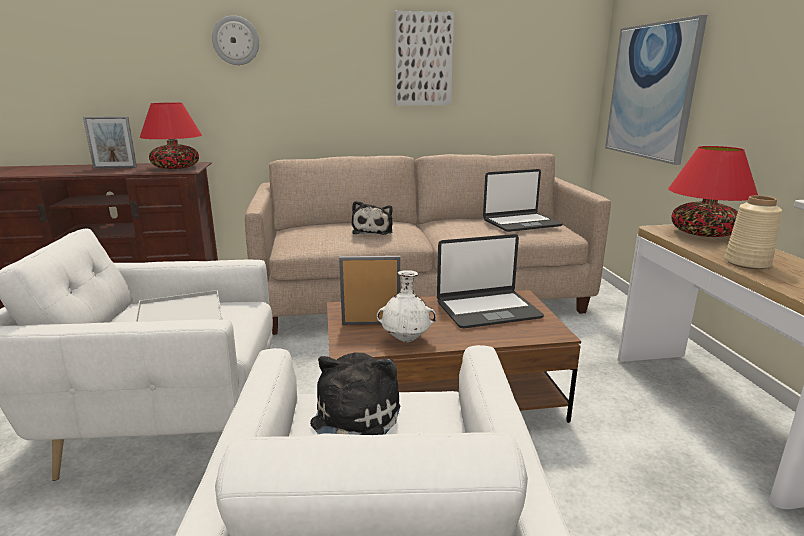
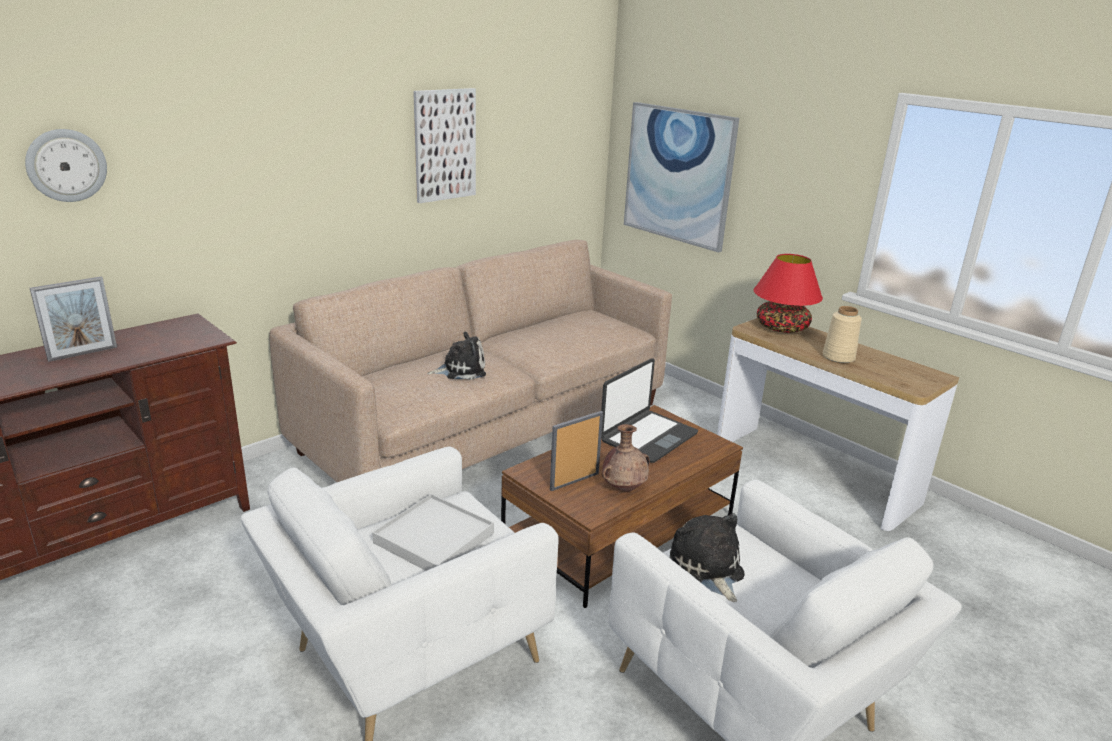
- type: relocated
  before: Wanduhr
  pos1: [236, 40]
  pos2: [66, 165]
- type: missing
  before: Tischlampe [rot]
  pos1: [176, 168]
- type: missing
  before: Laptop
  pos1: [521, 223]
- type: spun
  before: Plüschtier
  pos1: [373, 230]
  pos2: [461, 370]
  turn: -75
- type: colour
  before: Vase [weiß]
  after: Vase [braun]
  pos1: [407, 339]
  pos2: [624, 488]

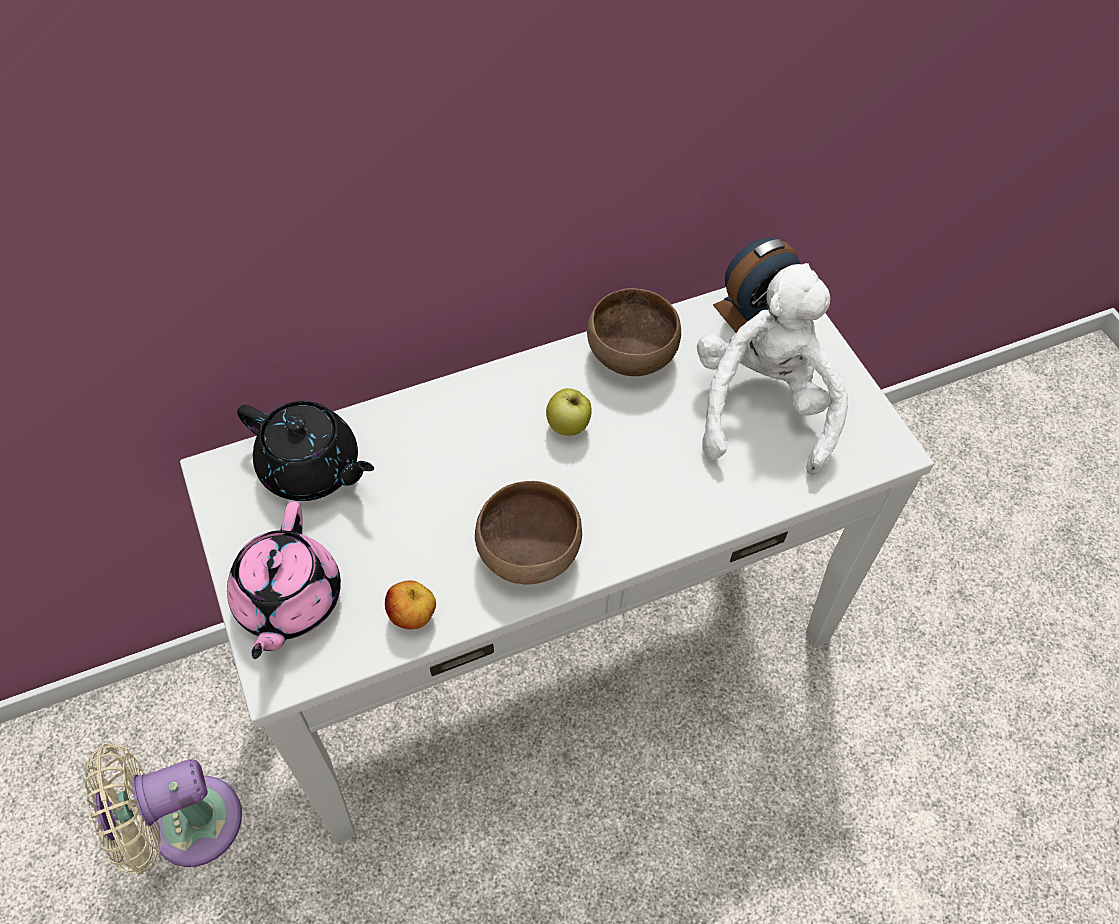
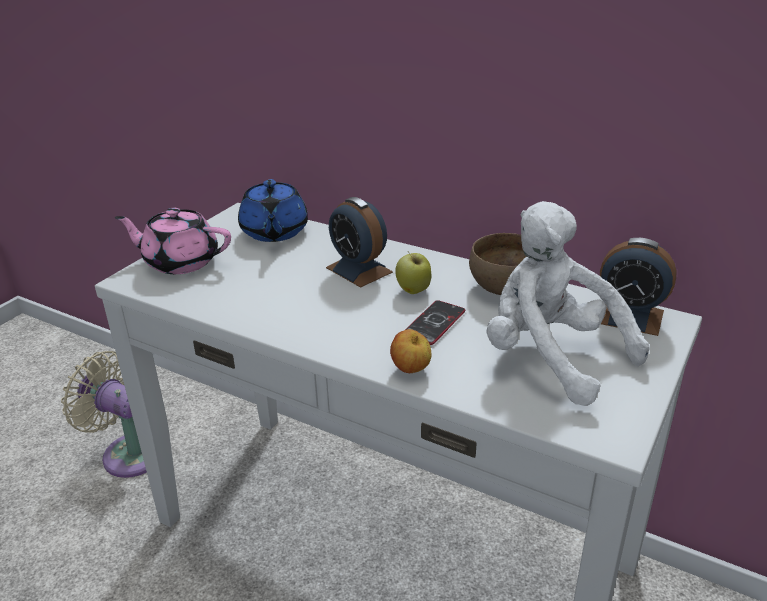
- type: spun
  before: Plüschtier [weiß]
  pos1: [762, 406]
  pos2: [551, 356]
  turn: -105
- type: colour
  before: Teekanne [schwarz]
  after: Teekanne [blau]
  pos1: [312, 469]
  pos2: [274, 232]
- type: missing
  before: Schüssel [braun]
  pos1: [529, 554]
- type: spun
  before: Teekanne [rosa]
  pos1: [288, 601]
  pos2: [180, 262]
  turn: 45
- type: relocated
  before: Apfel
  pos1: [413, 616]
  pos2: [411, 370]
- type: appeared
  after: Wecker
  pos2: [359, 270]
- type: appeared
  after: Handy
  pos2: [434, 323]

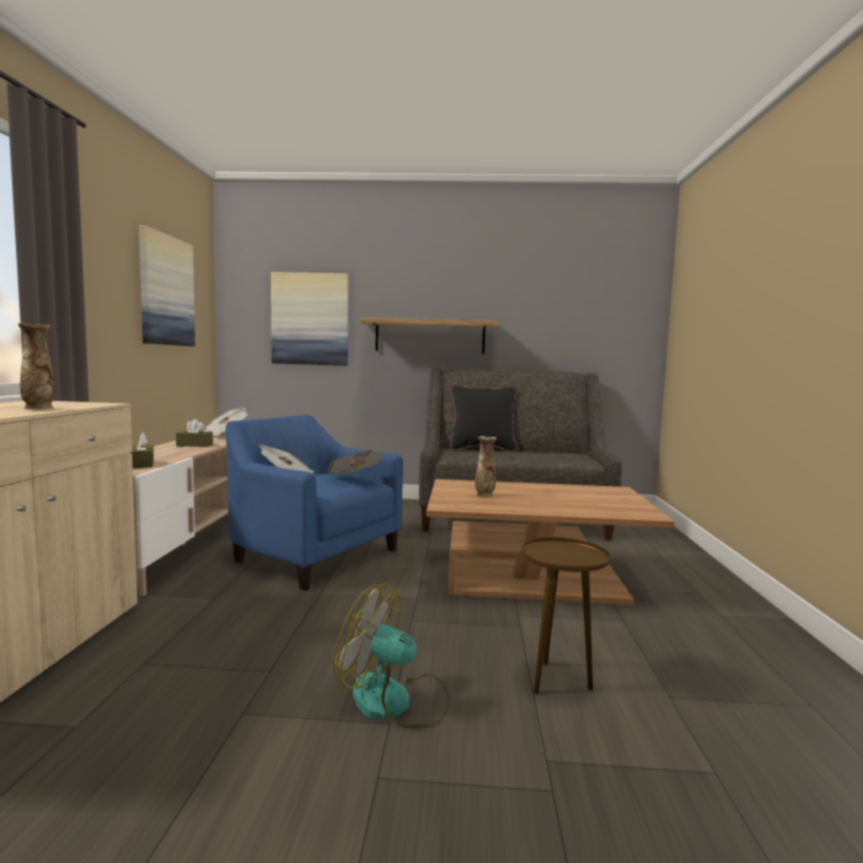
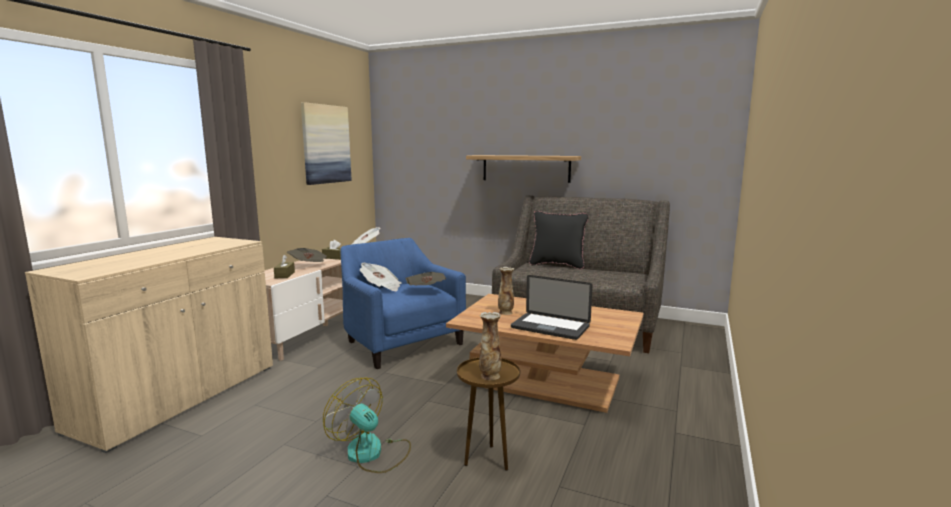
- type: missing
  before: Bild
  pos1: [310, 319]
- type: relocated
  before: Vase
  pos1: [39, 408]
  pos2: [490, 376]
- type: appeared
  after: Zeitung
  pos2: [309, 266]
- type: appeared
  after: Laptop
  pos2: [550, 327]

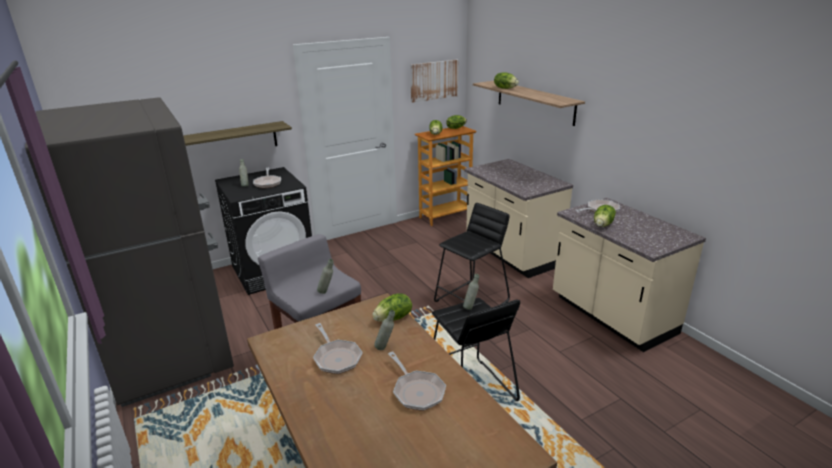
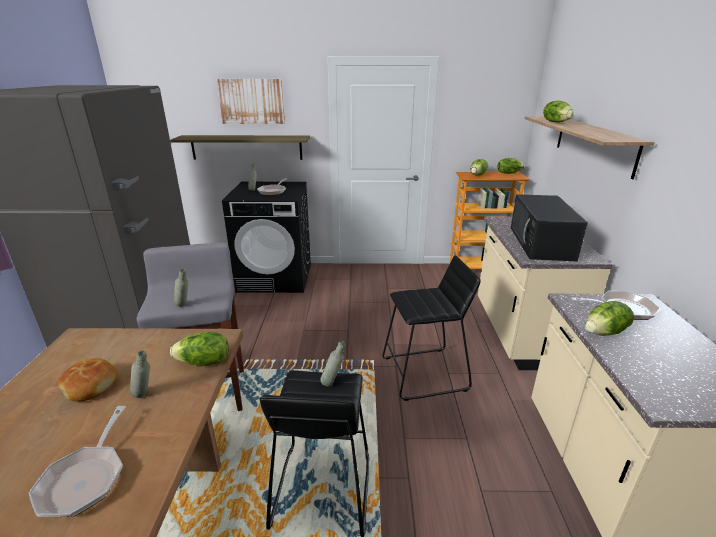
- type: relocated
  before: Bild
  pos1: [434, 80]
  pos2: [252, 101]
- type: exchanged
  before: Pfanne
  after: Brot
  pos1: [336, 357]
  pos2: [91, 385]
- type: appeared
  after: Mikrowelle [schwarz]
  pos2: [541, 243]

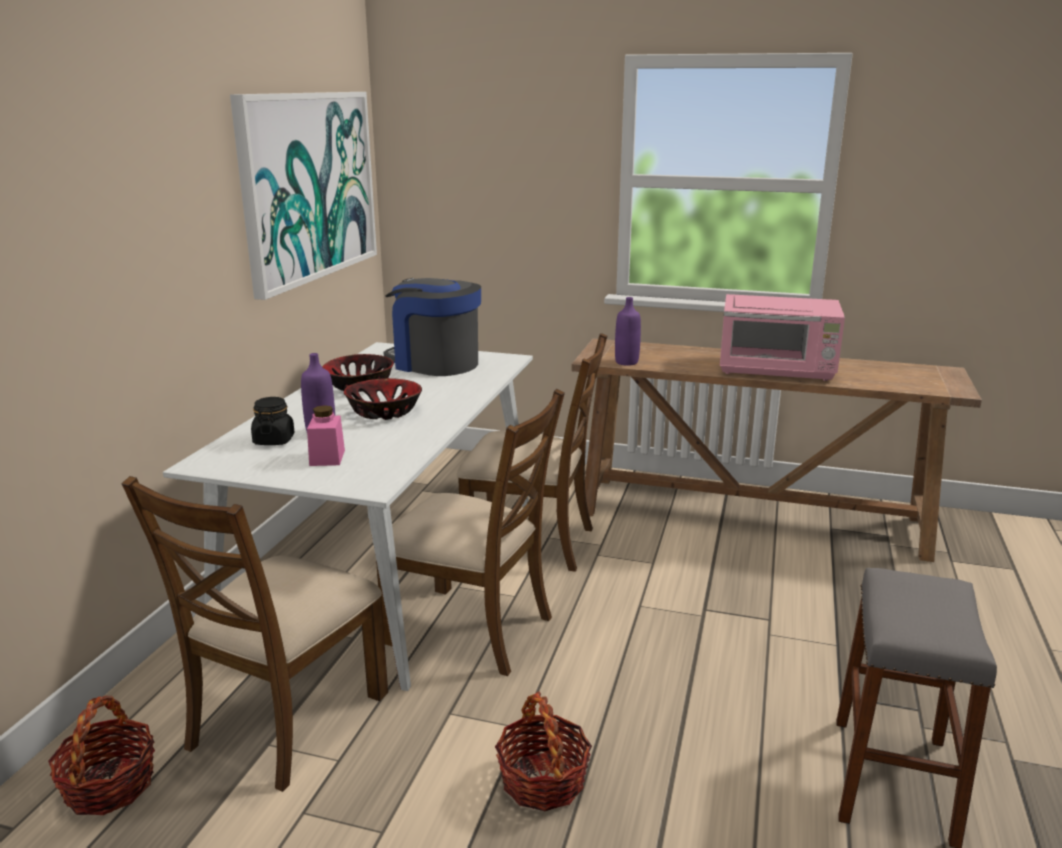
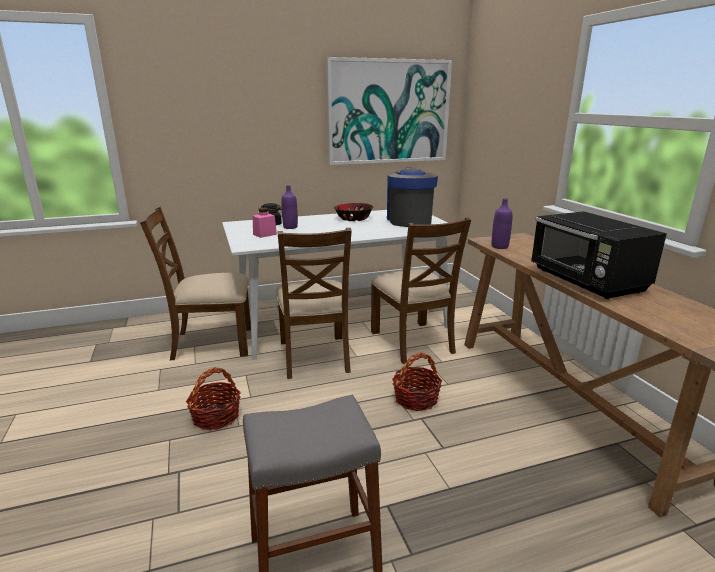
- type: colour
  before: Mikrowelle [rosa]
  after: Mikrowelle [schwarz]
  pos1: [777, 370]
  pos2: [587, 281]
- type: missing
  before: Schüssel
  pos1: [384, 412]
- type: relocated
  before: Korb
  pos1: [109, 785]
  pos2: [416, 399]

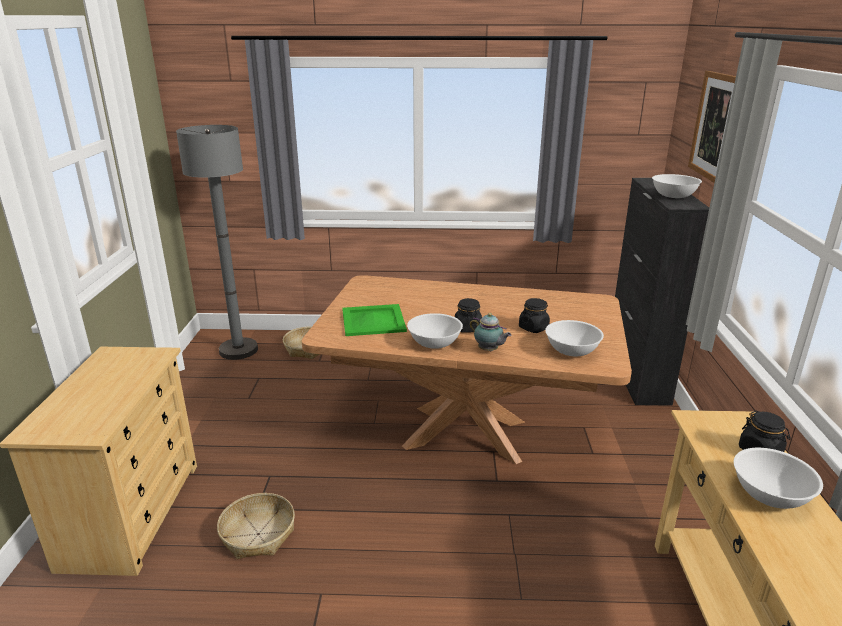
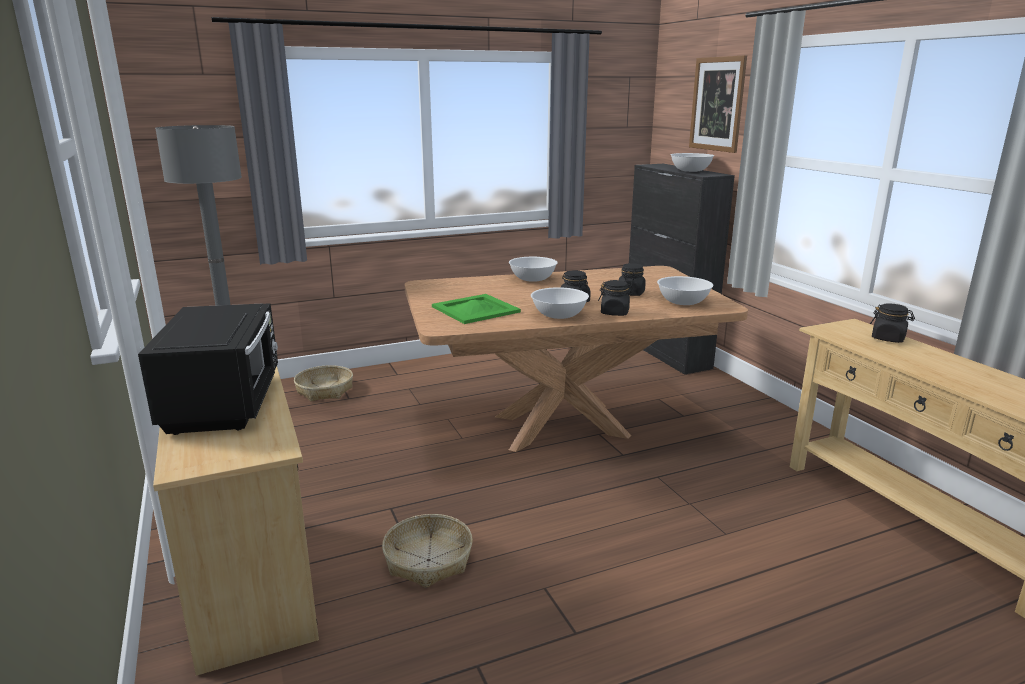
- type: exchanged
  before: Teekanne
  after: Vorratsglas [schwarz]
  pos1: [489, 350]
  pos2: [615, 313]
- type: relocated
  before: Schüssel [weiß]
  pos1: [769, 495]
  pos2: [532, 279]
- type: appeared
  after: Mikrowelle [schwarz]
  pos2: [226, 403]

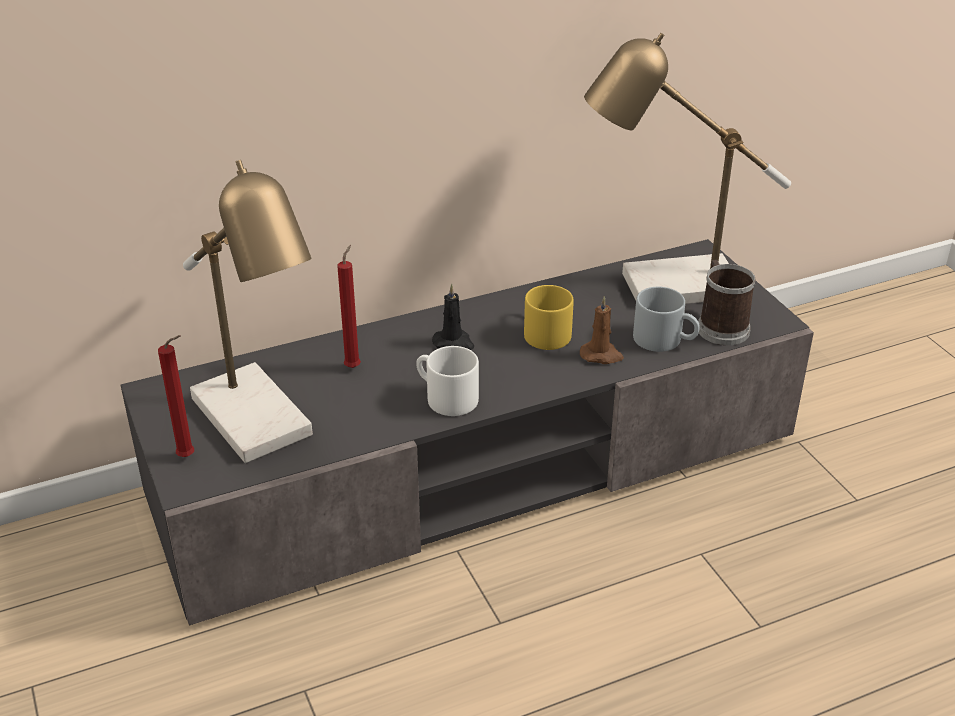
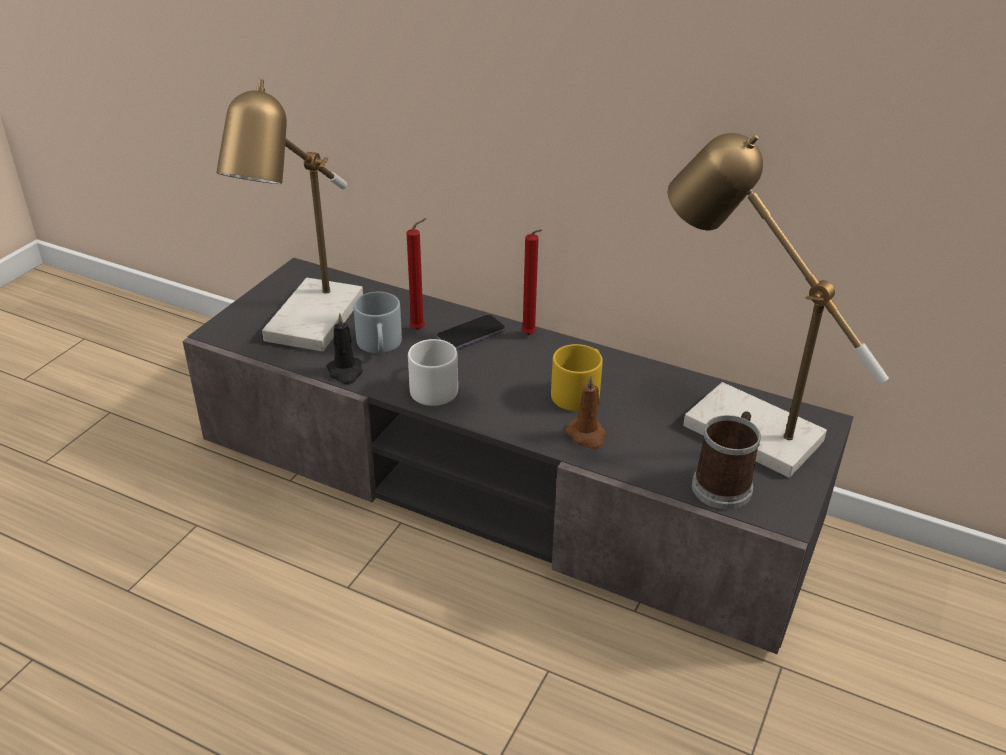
- type: relocated
  before: Kerze [schwarz]
  pos1: [454, 343]
  pos2: [345, 372]
- type: relocated
  before: Henkelbecher [grau]
  pos1: [665, 340]
  pos2: [381, 345]
- type: relocated
  before: Kerze [rot]
  pos1: [189, 457]
  pos2: [530, 336]
- type: appeared
  after: Handy
  pos2: [471, 334]

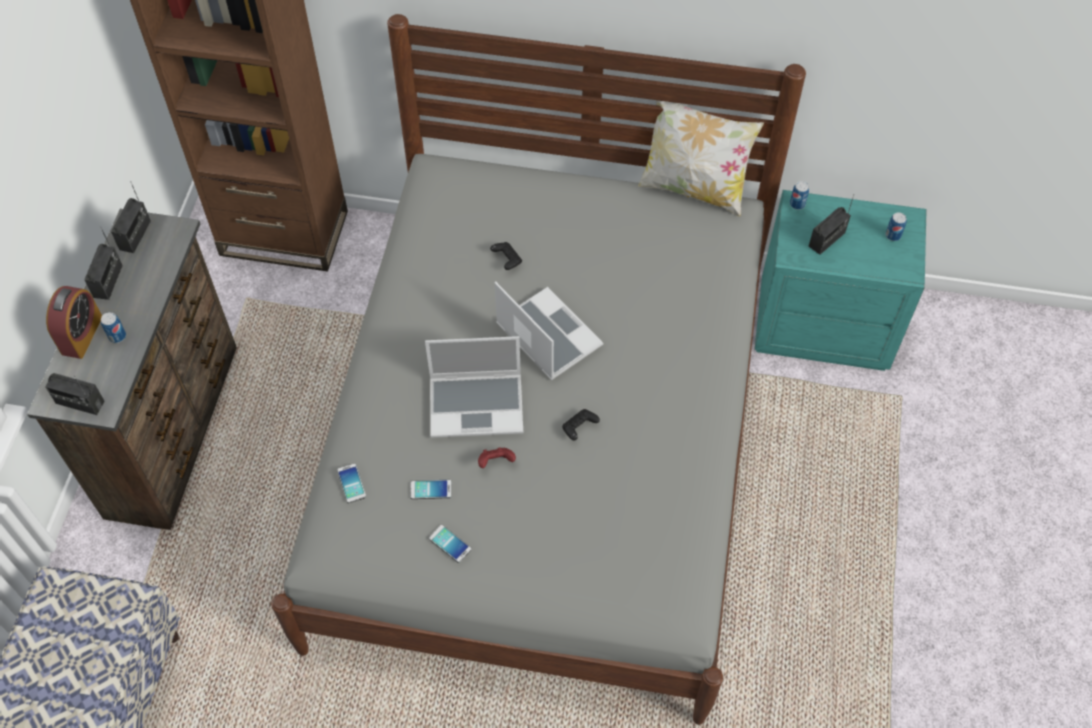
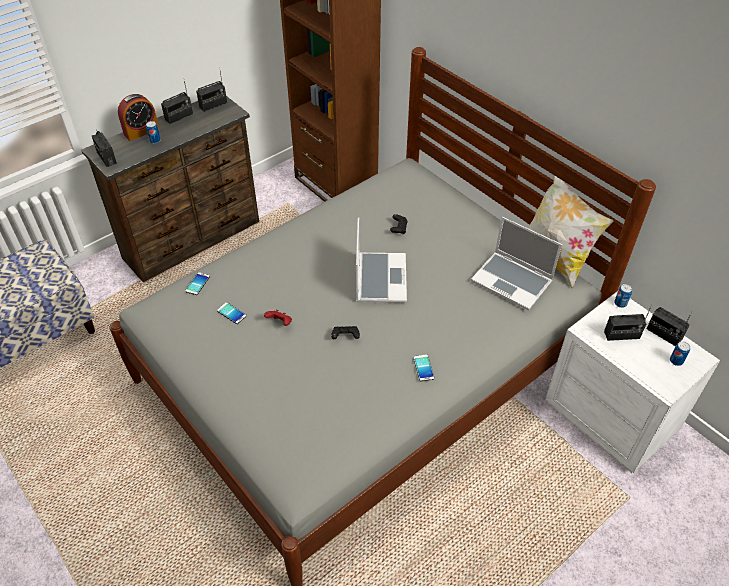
- type: colour
  before: Nachttisch [türkis]
  after: Nachttisch [weiß]
  pos1: [823, 325]
  pos2: [610, 417]
- type: relocated
  before: Laptop
  pos1: [477, 405]
  pos2: [513, 281]
- type: relocated
  before: Handy
  pos1: [450, 544]
  pos2: [423, 368]
- type: appeared
  after: Radio
  pos2: [664, 334]

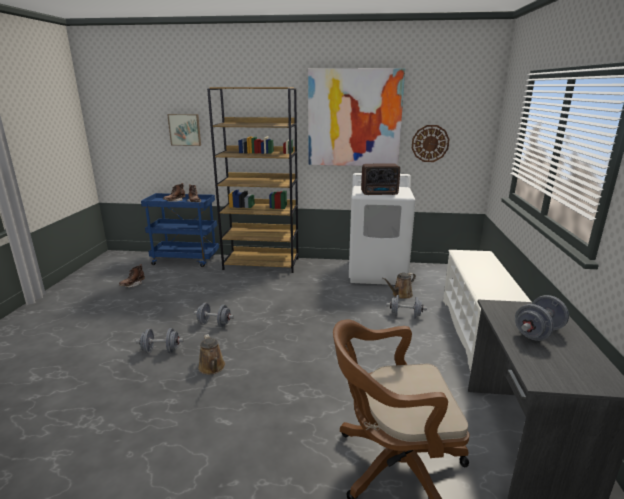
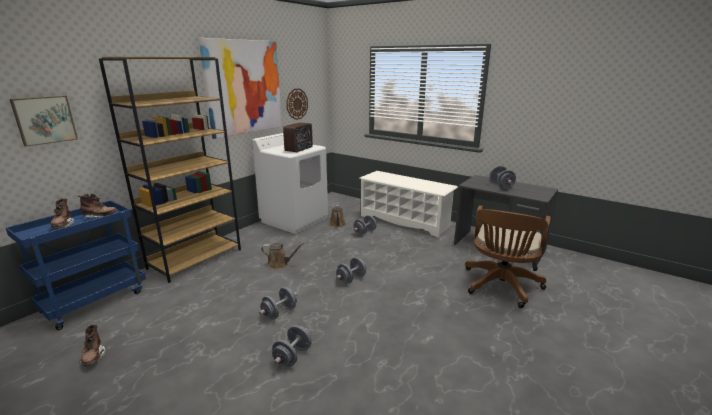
- type: relocated
  before: Gießkanne [braun]
  pos1: [212, 368]
  pos2: [280, 264]
- type: appeared
  after: Hantel [grau]
  pos2: [351, 279]

